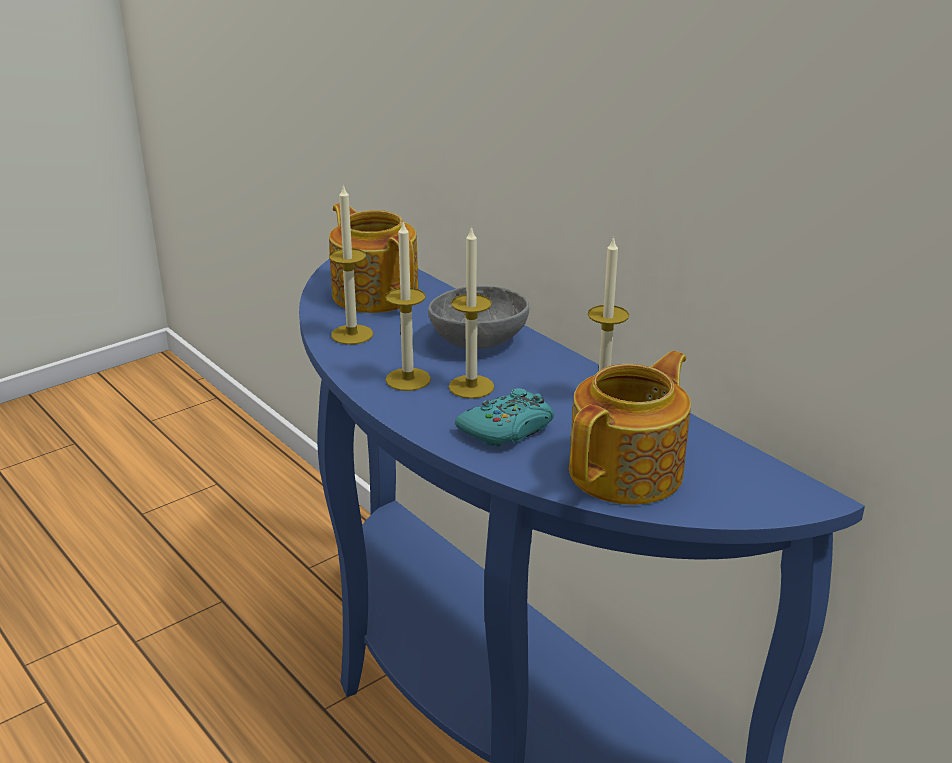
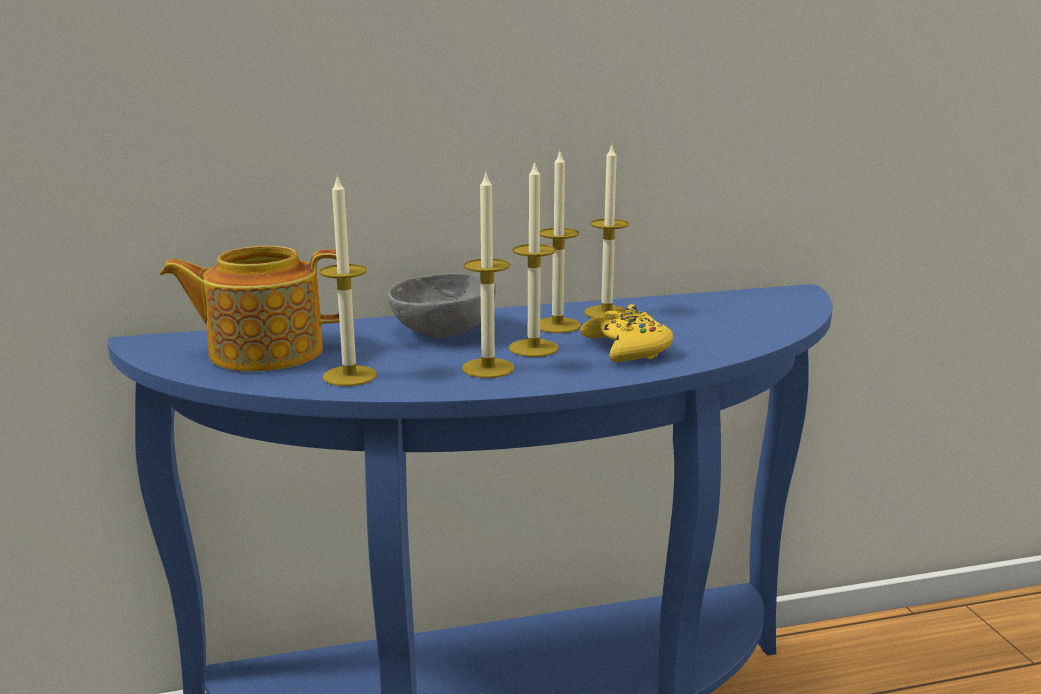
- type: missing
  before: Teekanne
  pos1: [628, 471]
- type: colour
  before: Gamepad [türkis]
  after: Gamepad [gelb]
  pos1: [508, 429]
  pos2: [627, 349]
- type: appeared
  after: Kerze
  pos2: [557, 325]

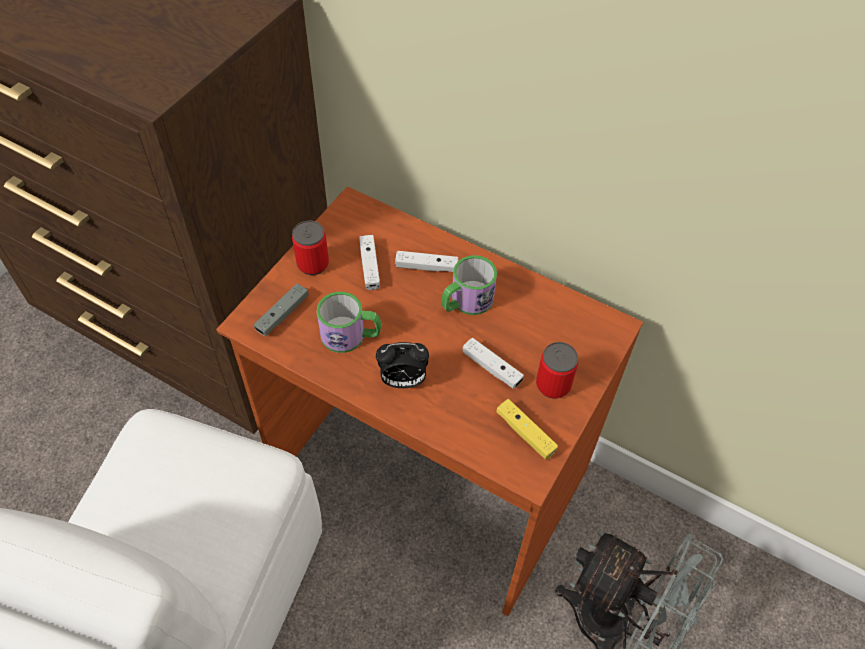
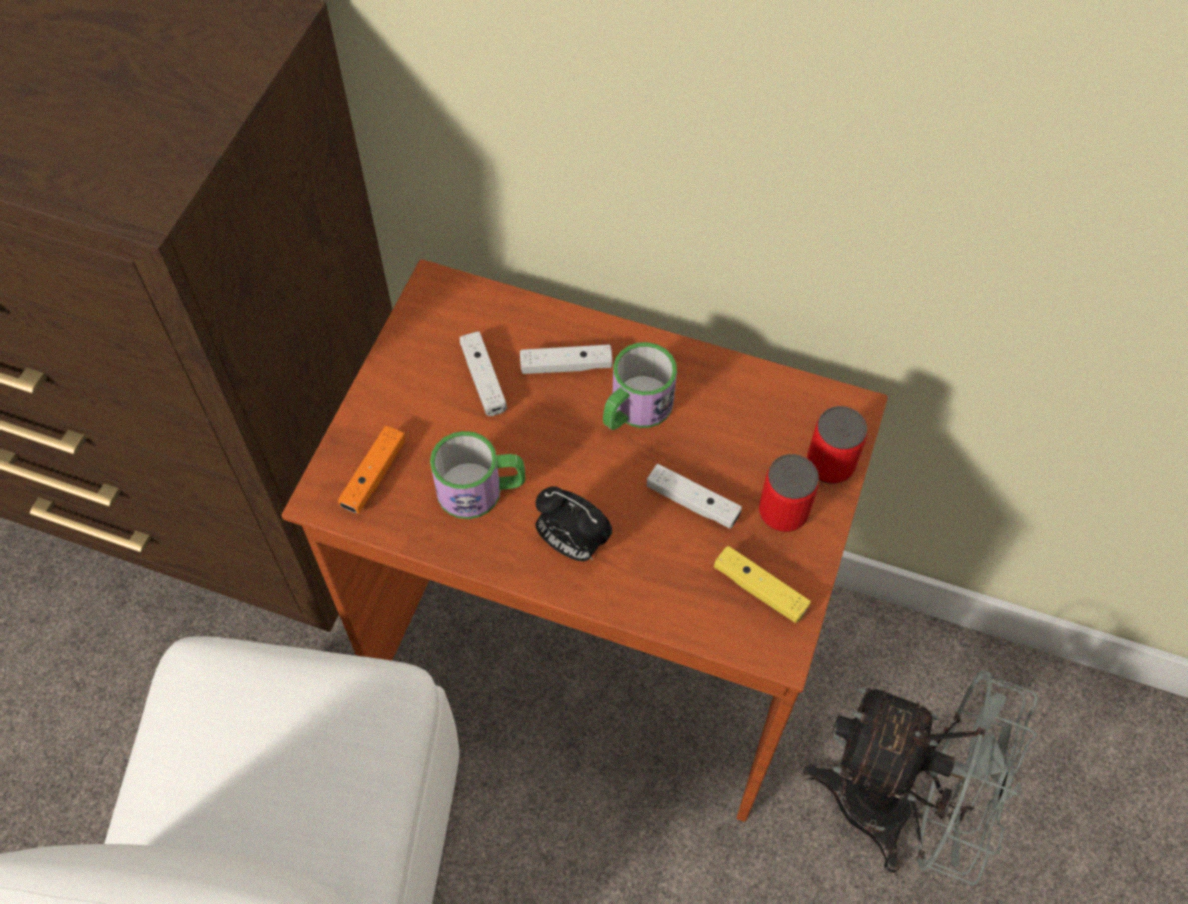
- type: relocated
  before: Dose
  pos1: [313, 264]
  pos2: [830, 465]
- type: colour
  before: Gamepad [grau]
  after: Gamepad [orange]
  pos1: [282, 314]
  pos2: [374, 475]
- type: spun
  before: Wecker
  pos1: [402, 381]
  pos2: [571, 544]
  turn: 45

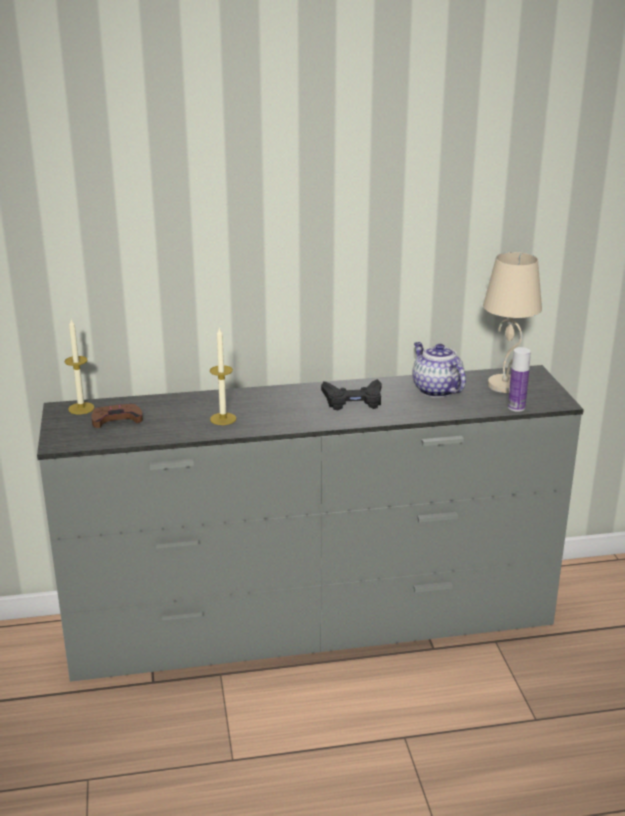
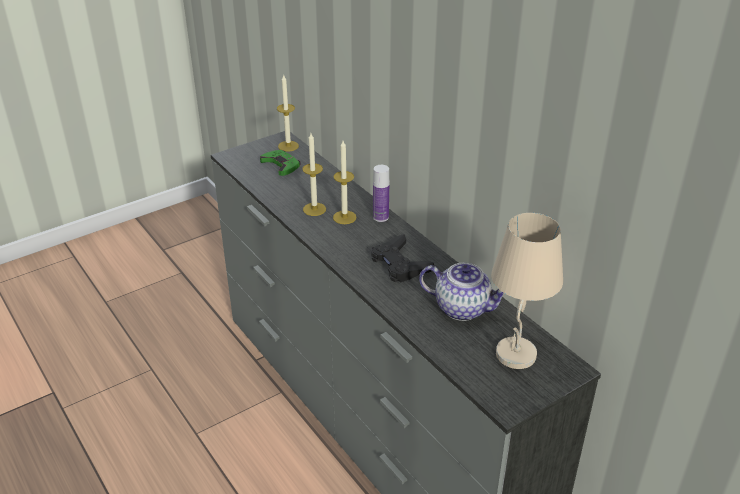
- type: spun
  before: Teekanne
  pos1: [435, 390]
  pos2: [463, 308]
  turn: 75
- type: relocated
  before: Flasche
  pos1: [516, 407]
  pos2: [380, 217]
- type: colour
  before: Gamepad [braun]
  after: Gamepad [grün]
  pos1: [116, 419]
  pos2: [281, 165]
- type: appeared
  after: Kerze
  pos2: [344, 217]

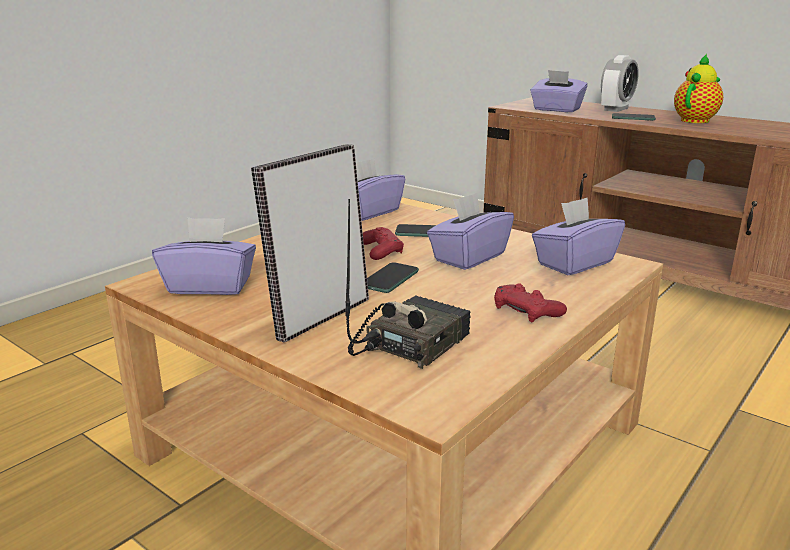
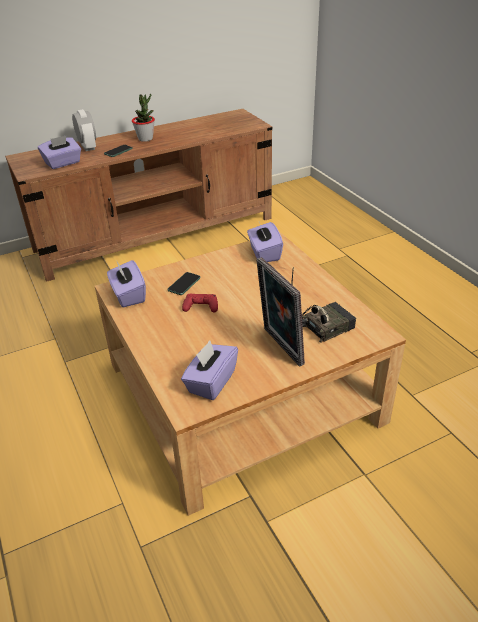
- type: exchanged
  before: Teekanne
  after: Topfpflanze
  pos1: [696, 120]
  pos2: [145, 139]
- type: missing
  before: Taschentuchbox [lila]
  pos1: [468, 257]
- type: spun
  before: Radio
  pos1: [409, 343]
  pos2: [323, 326]
  turn: 90
- type: missing
  before: Handy
  pos1: [389, 279]
- type: missing
  before: Gamepad [rot]
  pos1: [526, 311]

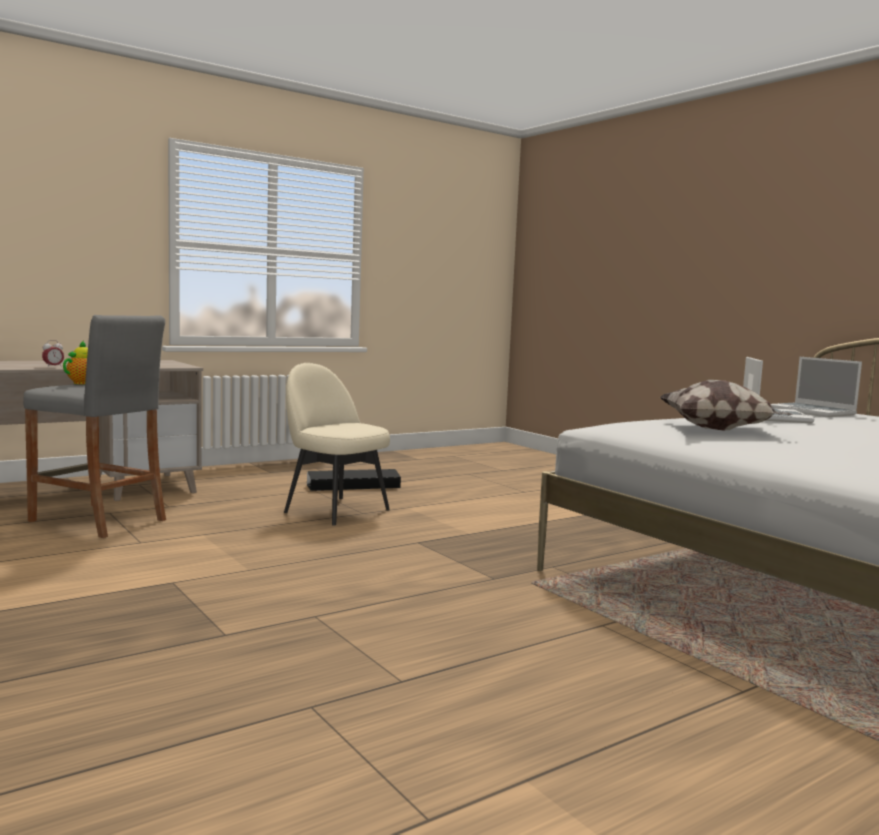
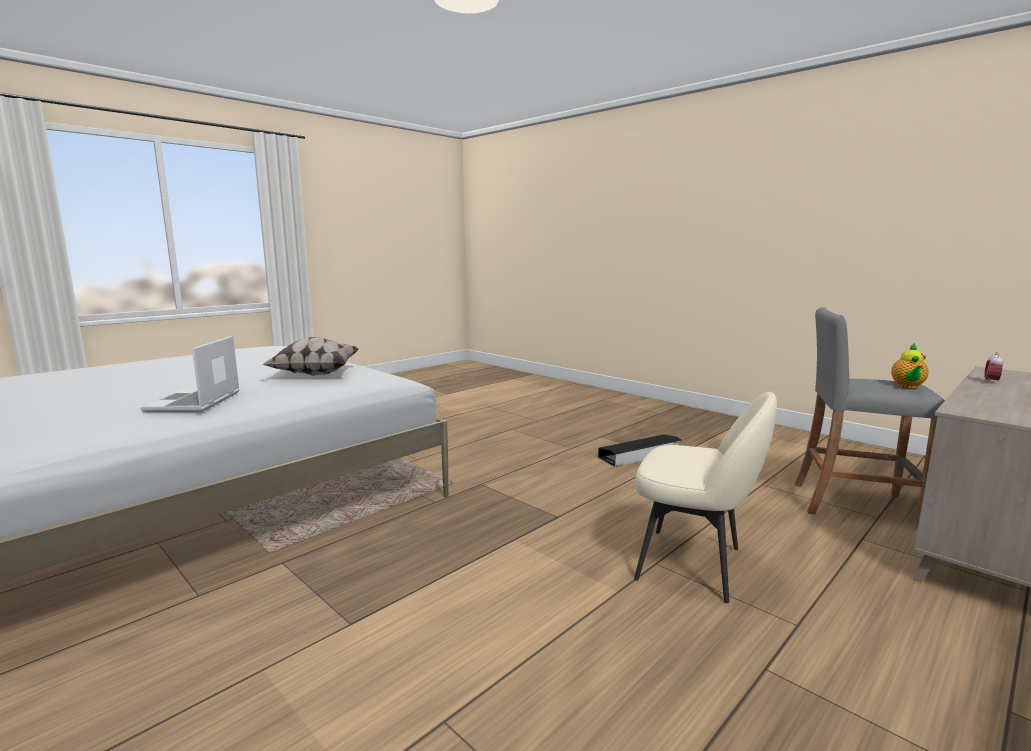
- type: missing
  before: Laptop
  pos1: [812, 412]
- type: relocated
  before: Aufbewahrungsbox [schwarz]
  pos1: [352, 486]
  pos2: [640, 455]

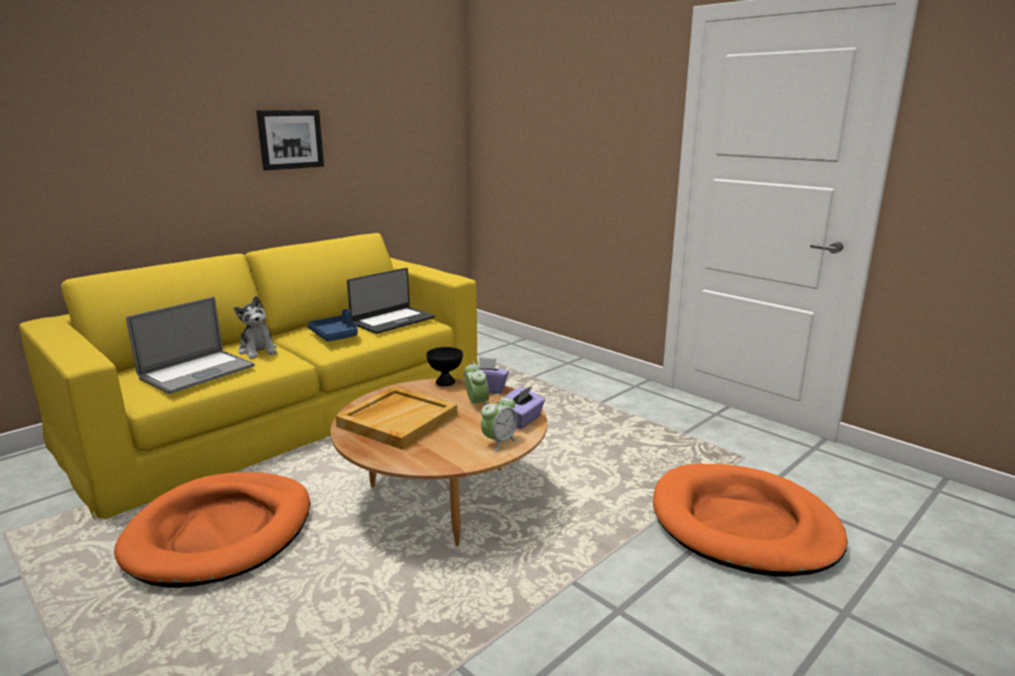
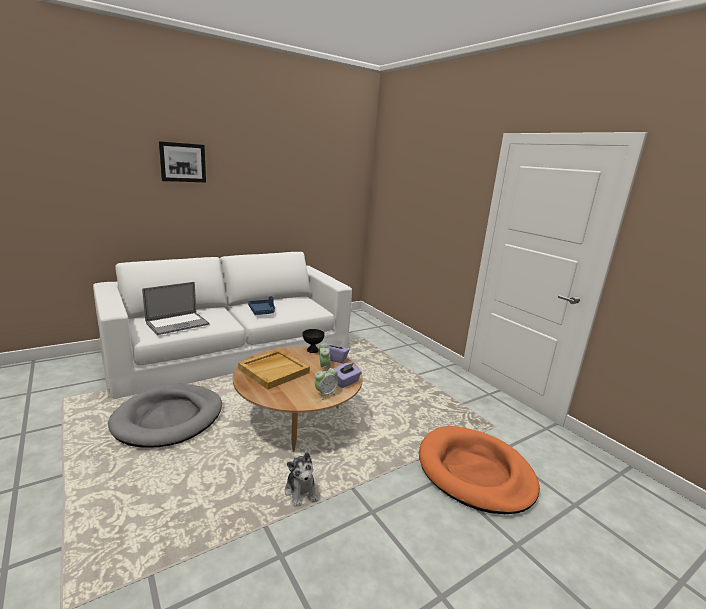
- type: relocated
  before: Bild
  pos1: [290, 139]
  pos2: [182, 162]
- type: colour
  before: Sofa [gelb]
  after: Sofa [weiß]
  pos1: [286, 409]
  pos2: [231, 349]
- type: missing
  before: Laptop
  pos1: [392, 320]
- type: relocated
  before: Plüschtier
  pos1: [258, 350]
  pos2: [301, 491]
- type: colour
  before: Hundebett [orange]
  after: Hundebett [grau]
  pos1: [221, 532]
  pos2: [169, 418]

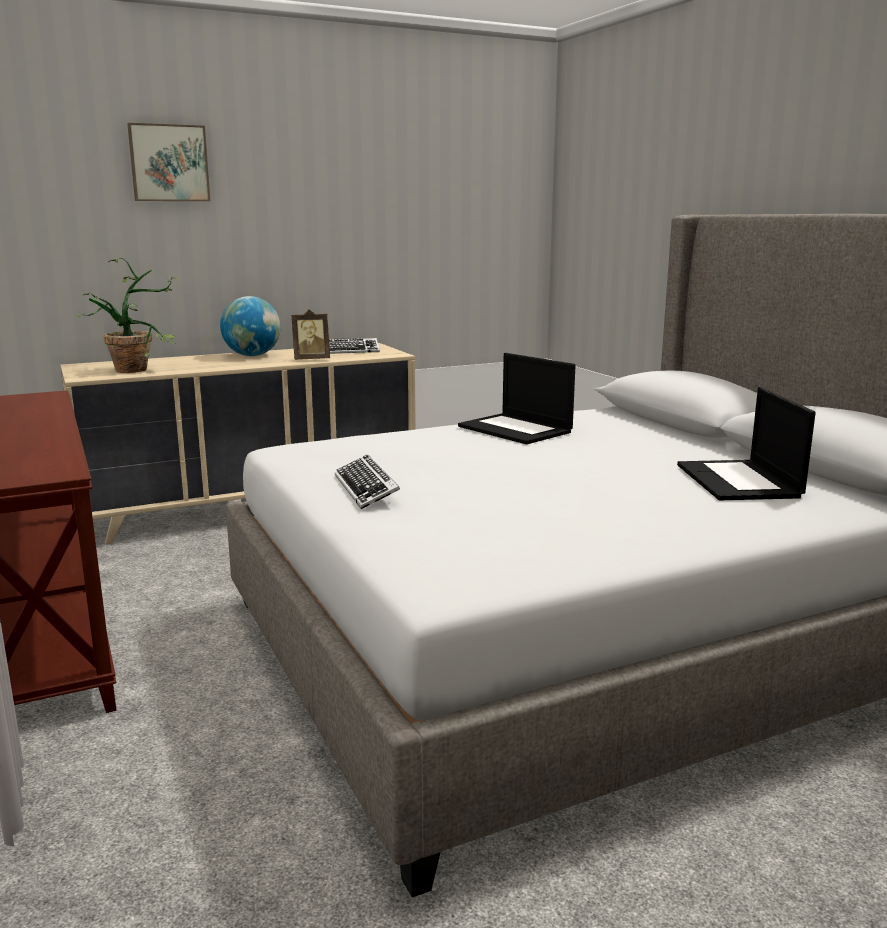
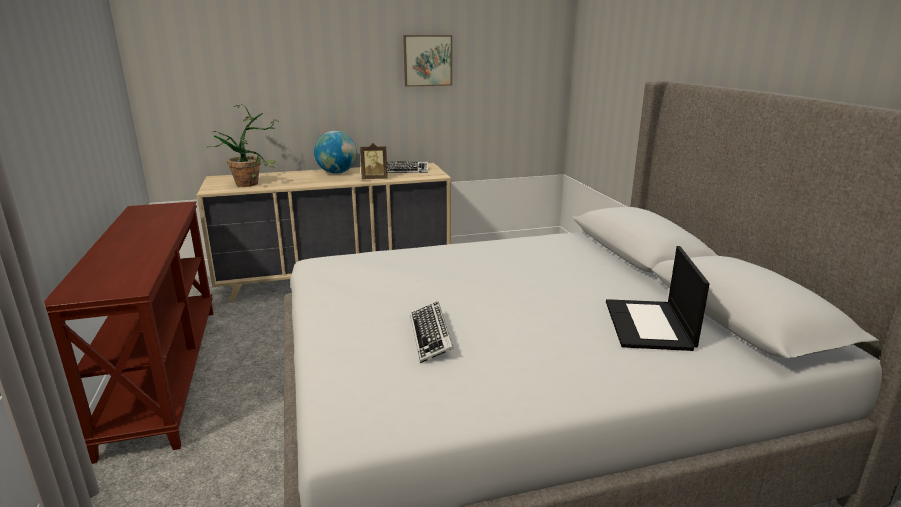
- type: relocated
  before: Bild
  pos1: [169, 163]
  pos2: [427, 60]
- type: missing
  before: Laptop
  pos1: [516, 429]
- type: relocated
  before: Tastatur
  pos1: [366, 489]
  pos2: [431, 336]

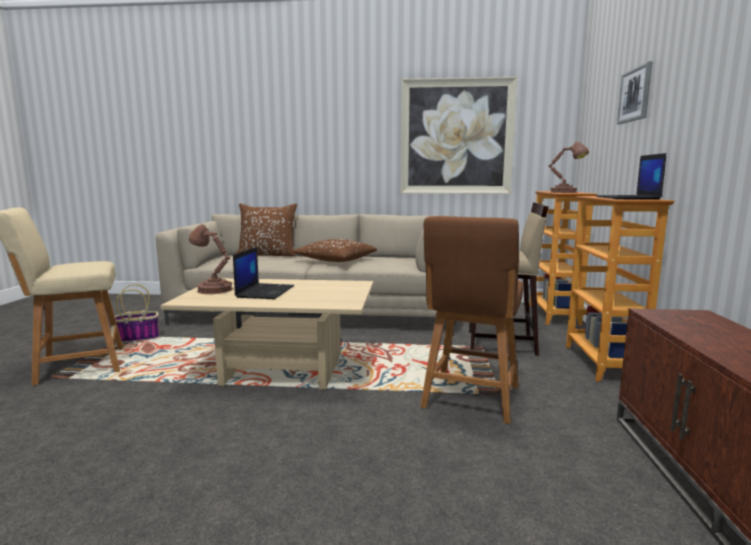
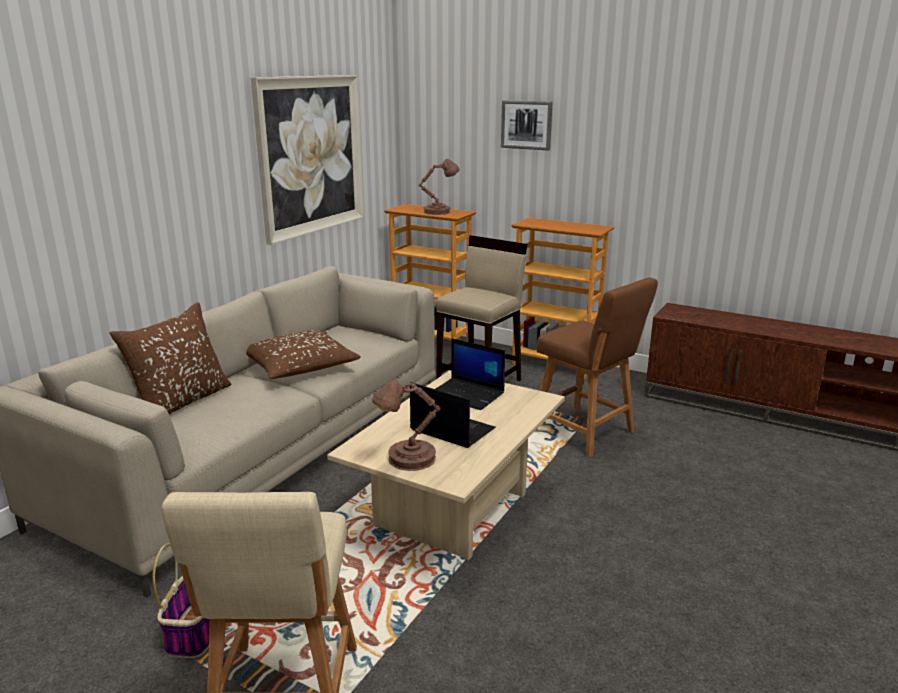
- type: relocated
  before: Laptop
  pos1: [628, 198]
  pos2: [467, 394]

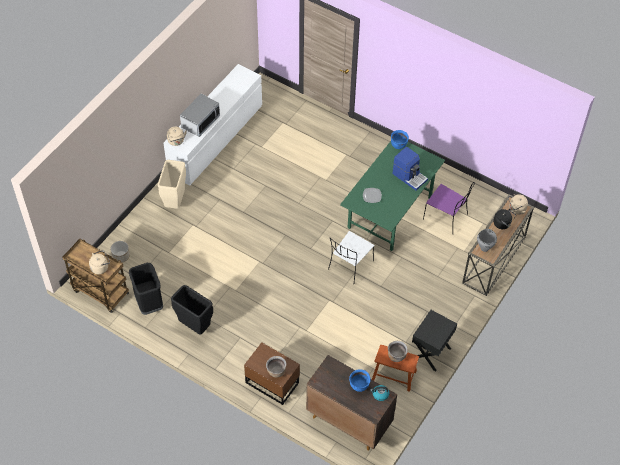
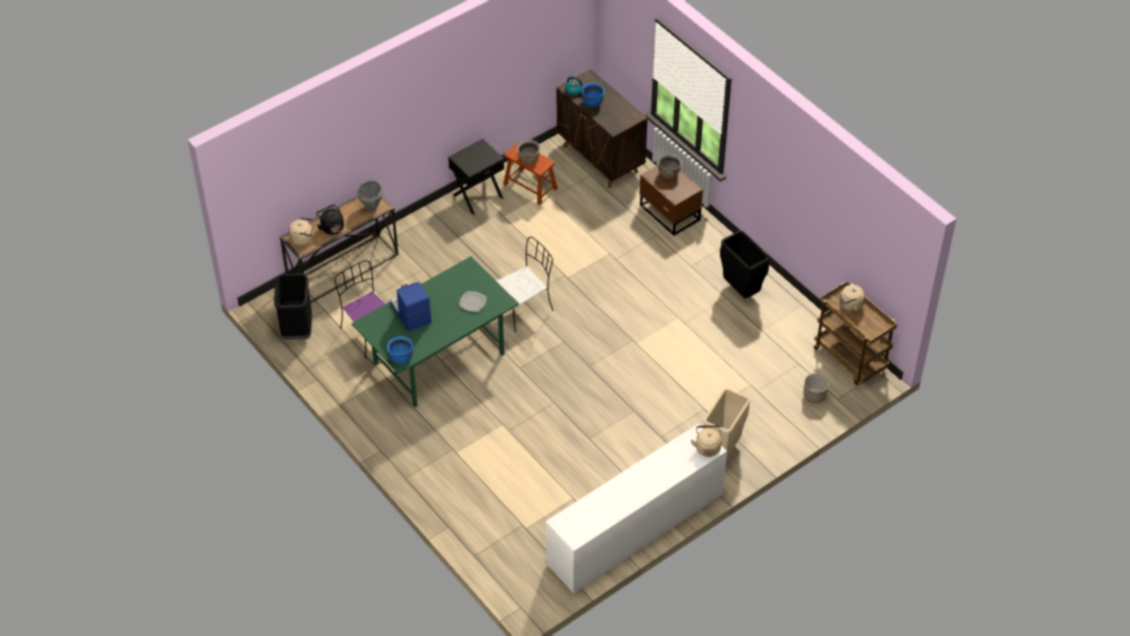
- type: missing
  before: Mikrowelle
  pos1: [200, 122]
- type: relocated
  before: Mülleimer [schwarz]
  pos1: [149, 303]
  pos2: [297, 329]

